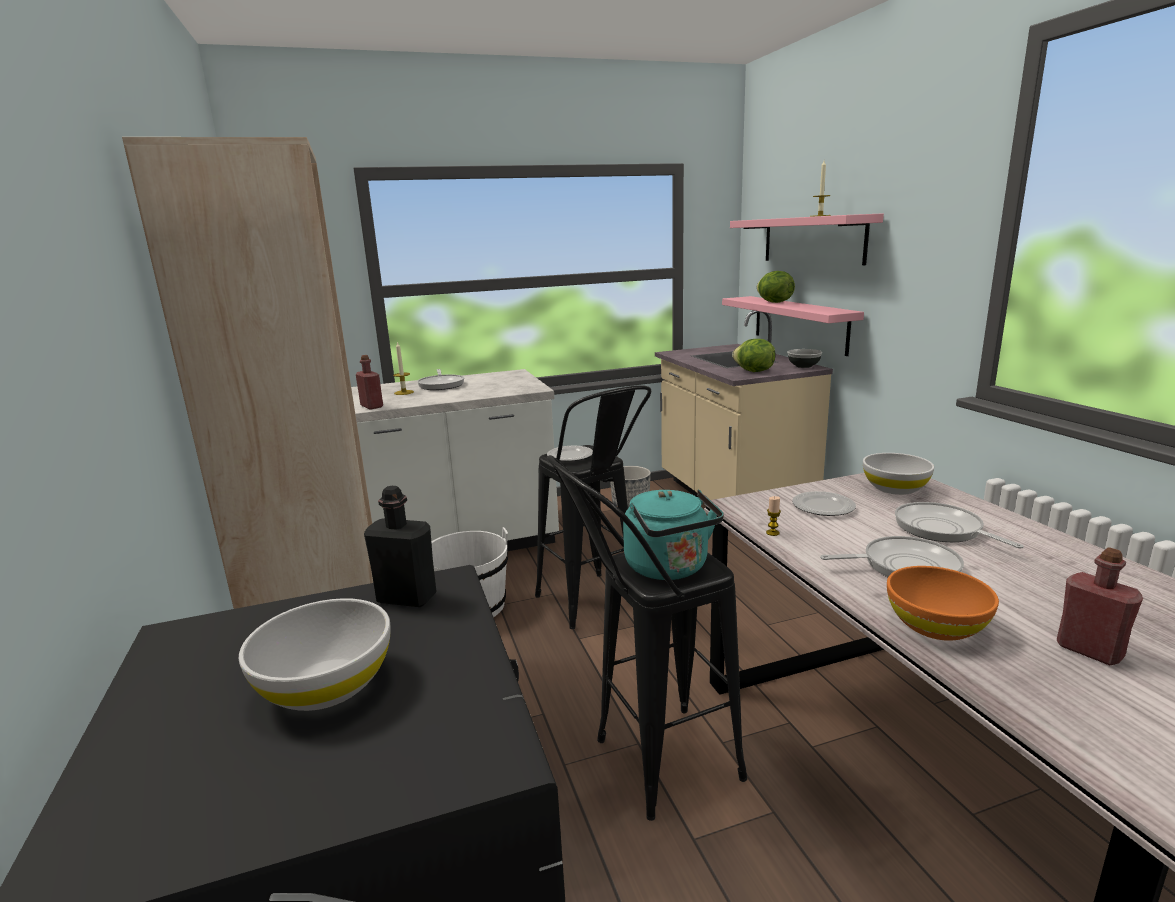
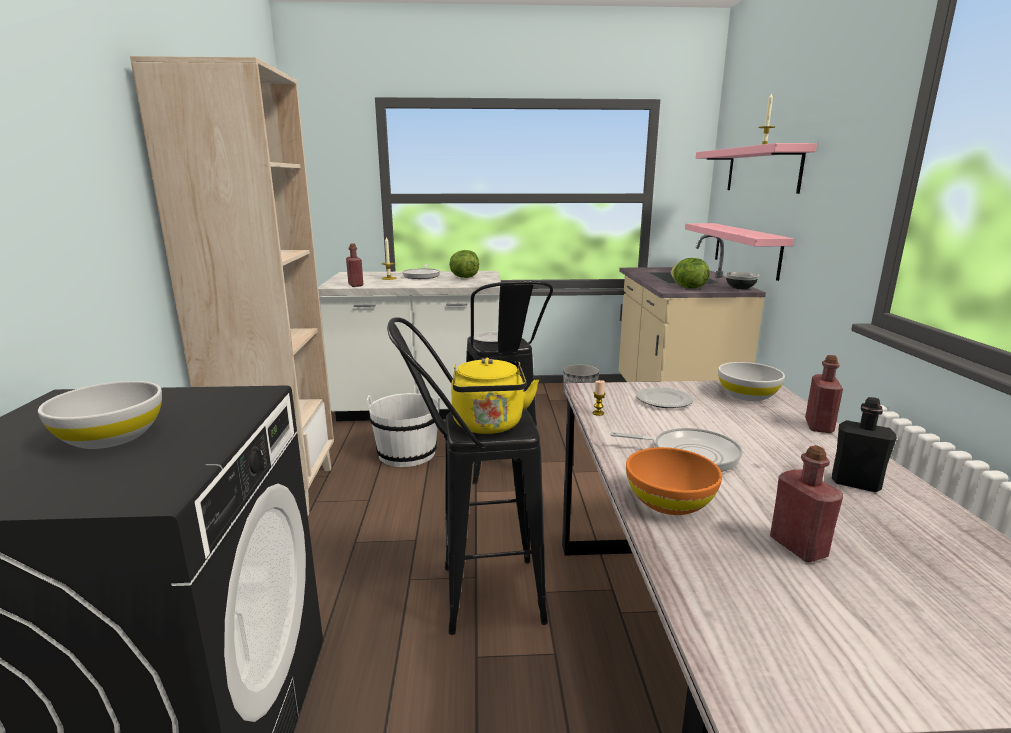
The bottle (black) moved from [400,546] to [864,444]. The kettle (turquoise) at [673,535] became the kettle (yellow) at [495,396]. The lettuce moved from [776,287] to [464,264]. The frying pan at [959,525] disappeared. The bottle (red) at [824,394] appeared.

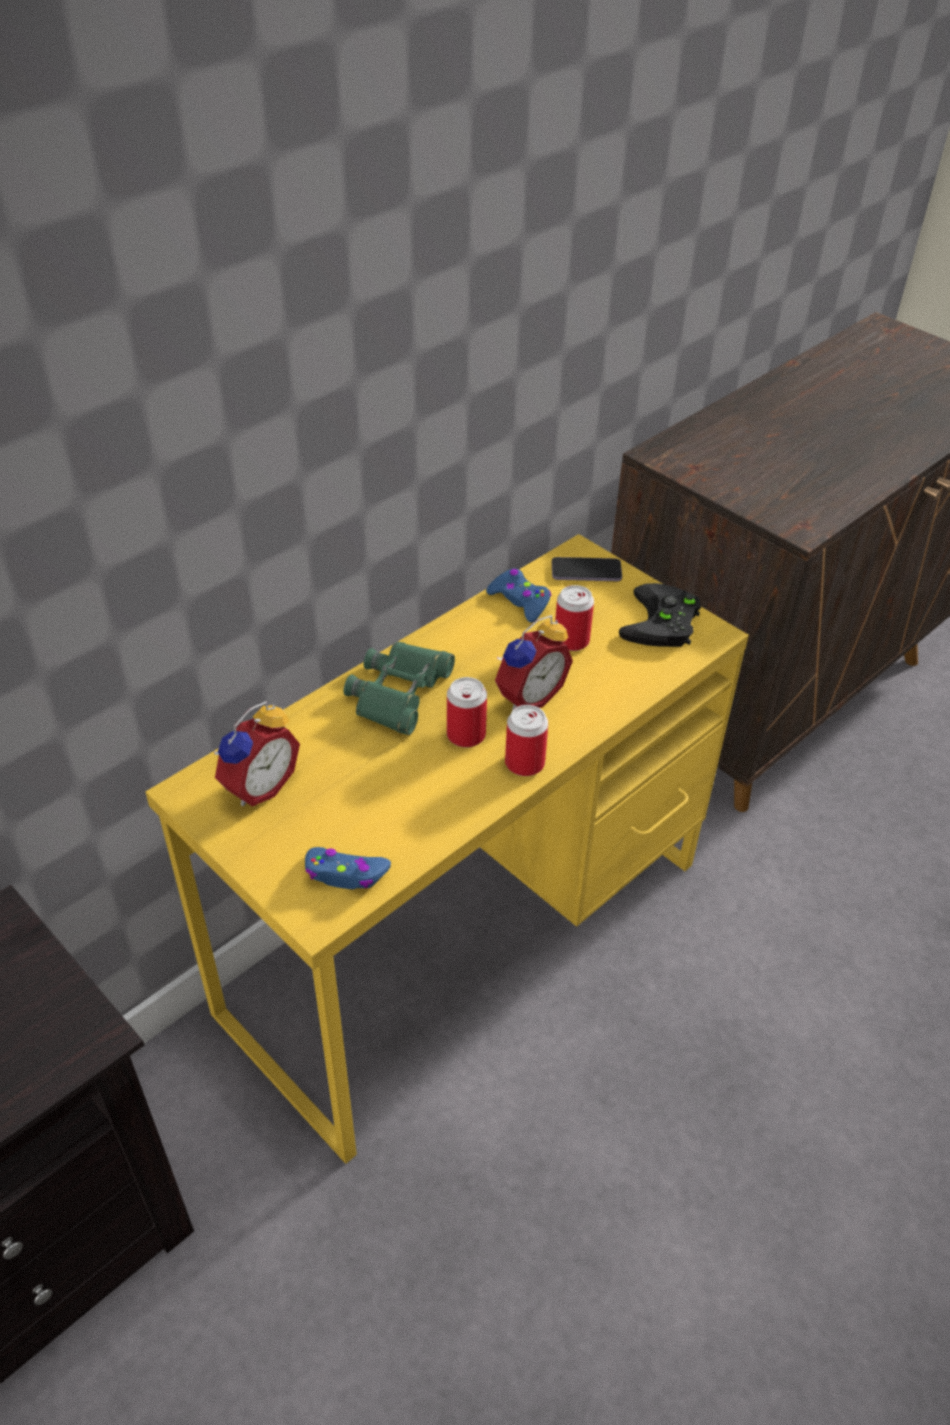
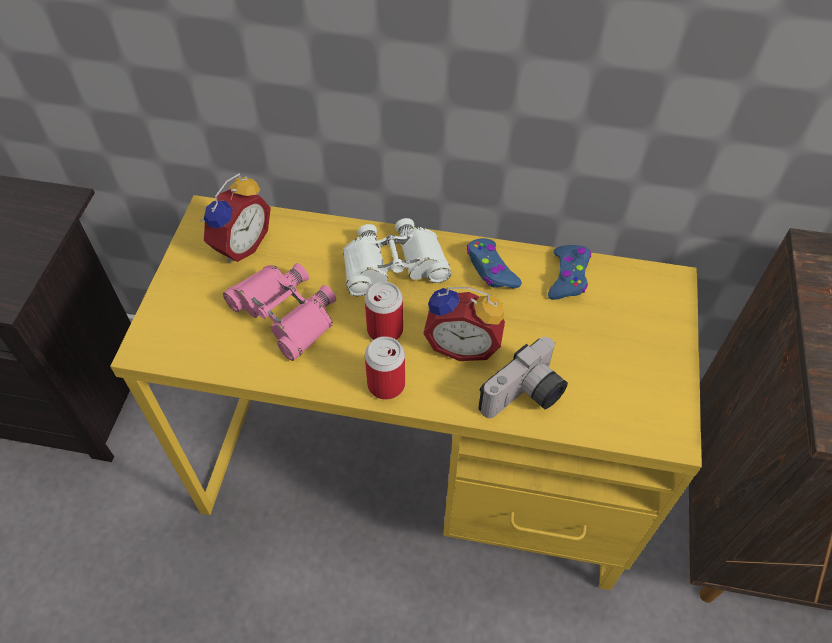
The alarm clock at [257,753] turned 60 degrees counterclockwise. The game controller (blue) moved from [348,868] to [494,263]. The binoculars (green) at [399,688] became the binoculars (white) at [397,257]. The phone at [587,569] disappeared. The can at [574,618] disappeared. The game controller (black) at [660,615] disappeared. The binoculars (pink) at [279,312] appeared. The photo camera at [523,377] appeared.

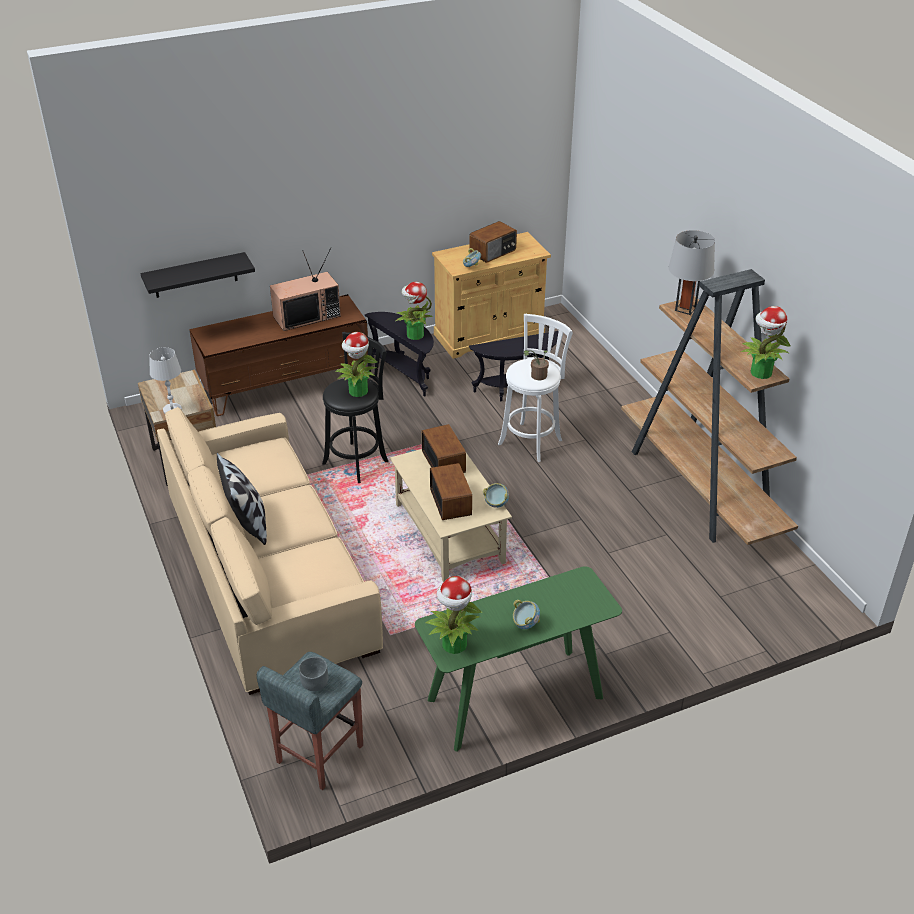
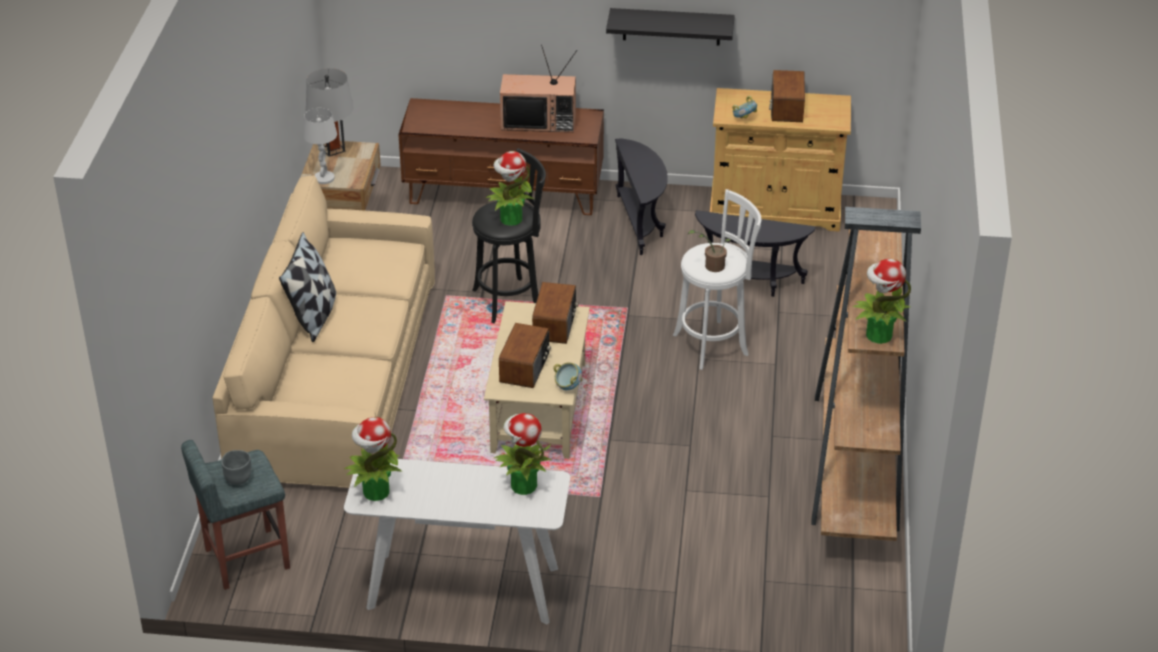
The shelf (black) moved from [197,275] to [670,27]. The potted plant moved from [414,311] to [523,454]. The console table (green) at [518,659] became the console table (white) at [457,541]. The radio at [493,242] turned 105 degrees clockwise. The bowl at [526,614] disappeared. The table lamp (grey) moved from [691,272] to [330,112].

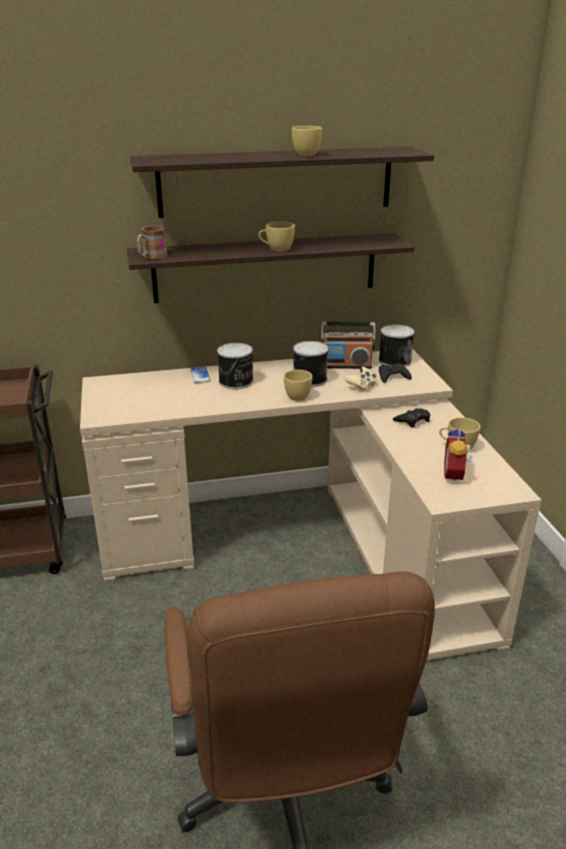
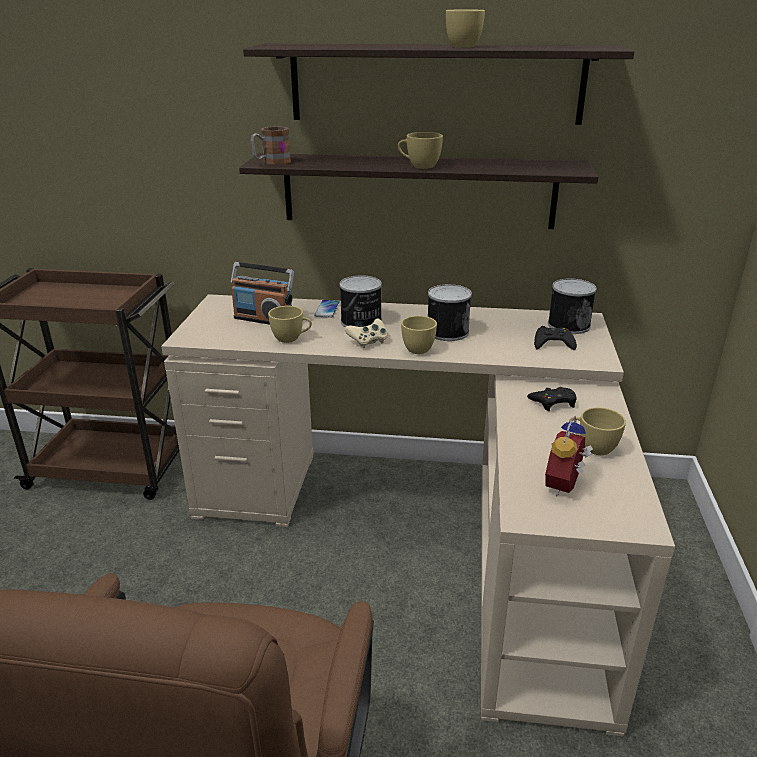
The radio moved from [348,345] to [262,293]. The game controller (beige) moved from [360,379] to [366,333]. The cup (yellow) at [290,324] appeared.

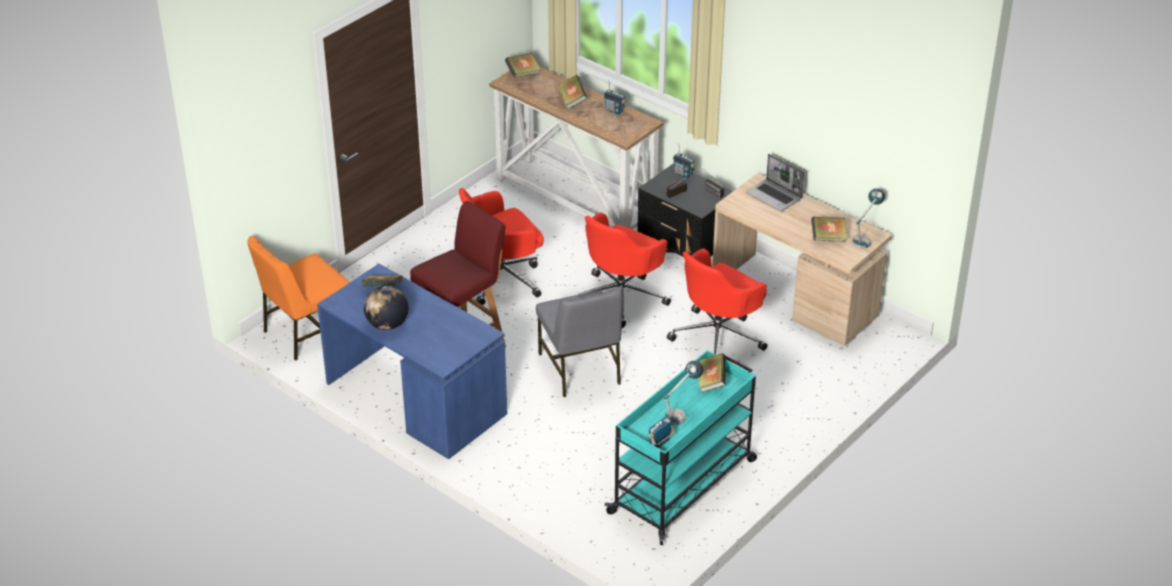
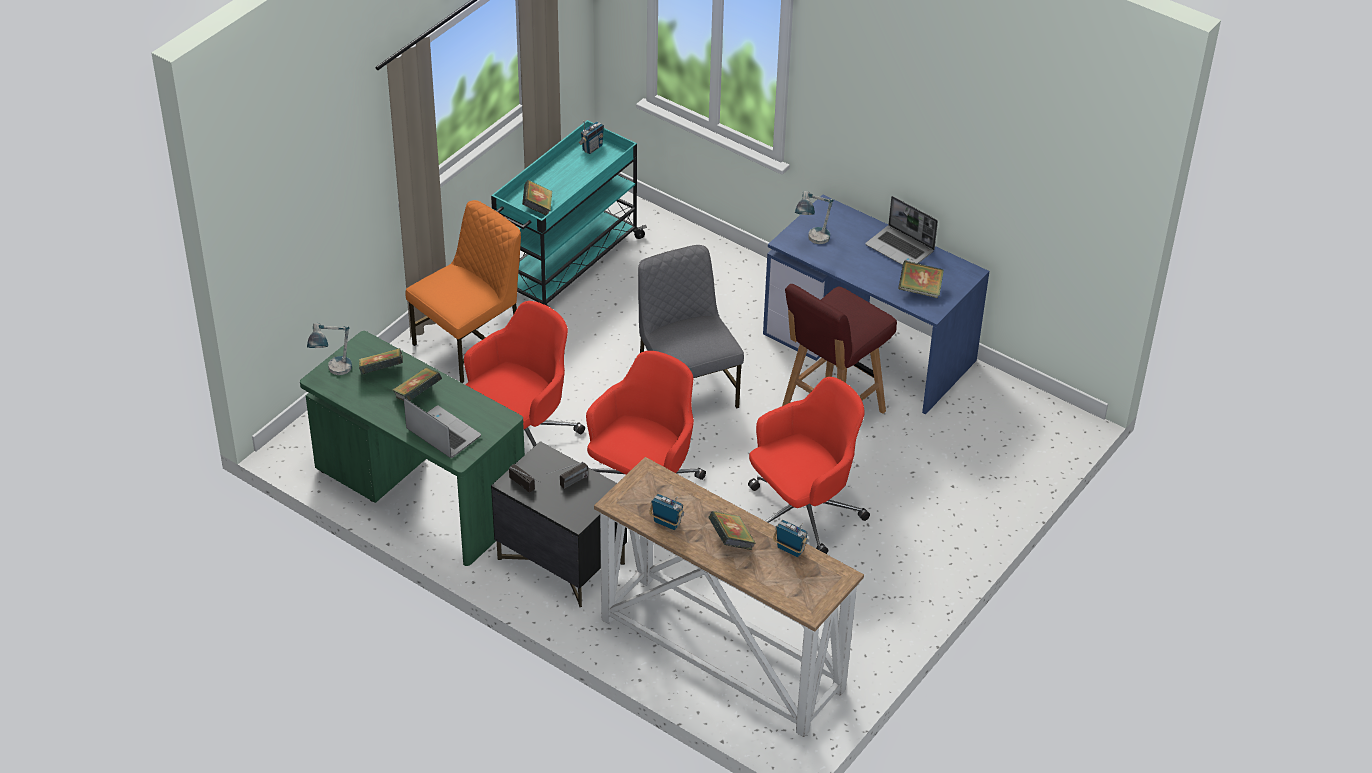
The chair (orange) moved from [298,298] to [463,291]. The globe at [386,308] was replaced by the laptop at [901,230]. The book moved from [523,65] to [417,384]. The table lamp moved from [684,393] to [814,217]. The radio moved from [684,161] to [791,538]. The desk (beige) at [801,260] became the desk (green) at [412,448].

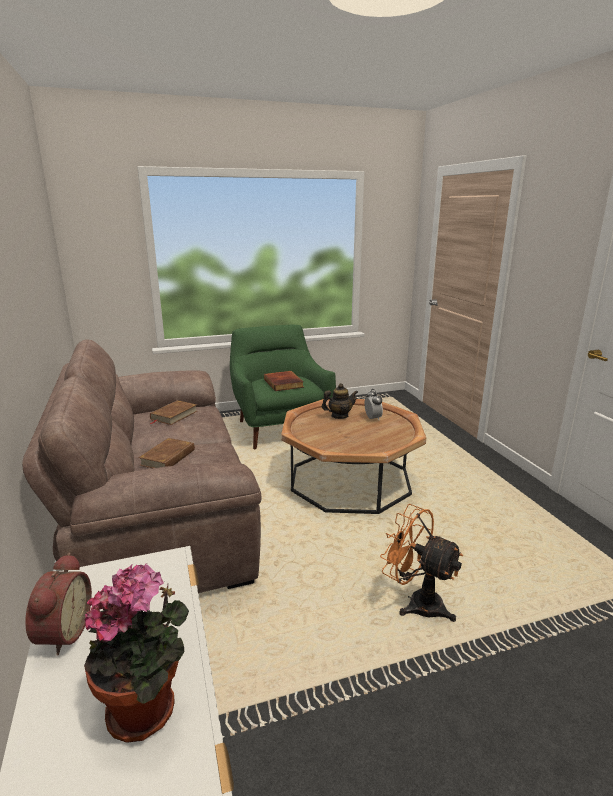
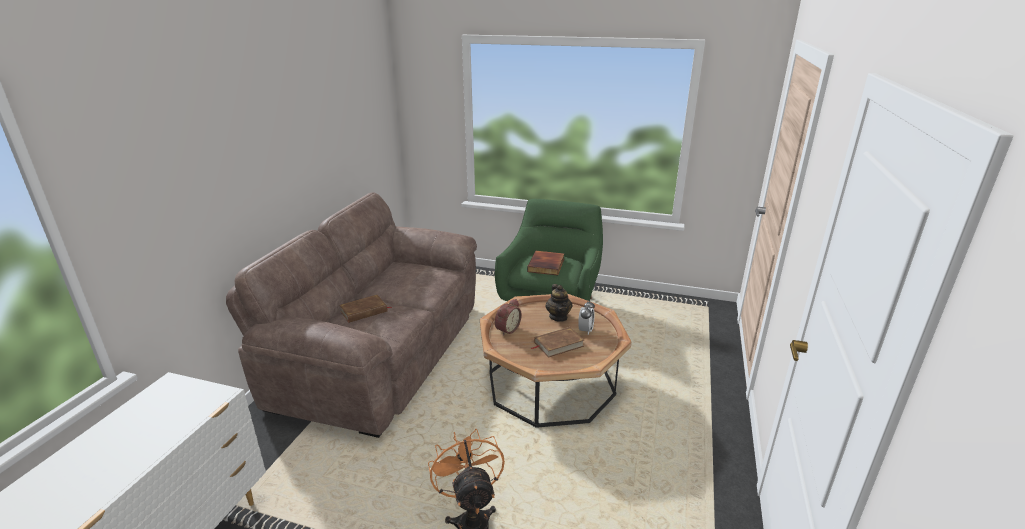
The alarm clock moved from [58,604] to [508,317]. The potted plant at [136,653] disappeared. The book (brown) moved from [173,412] to [558,342]. The teapot at [340,401] turned 60 degrees clockwise.

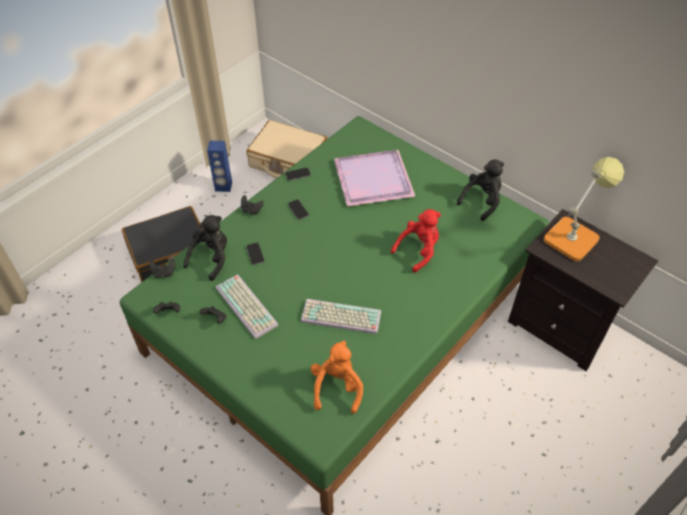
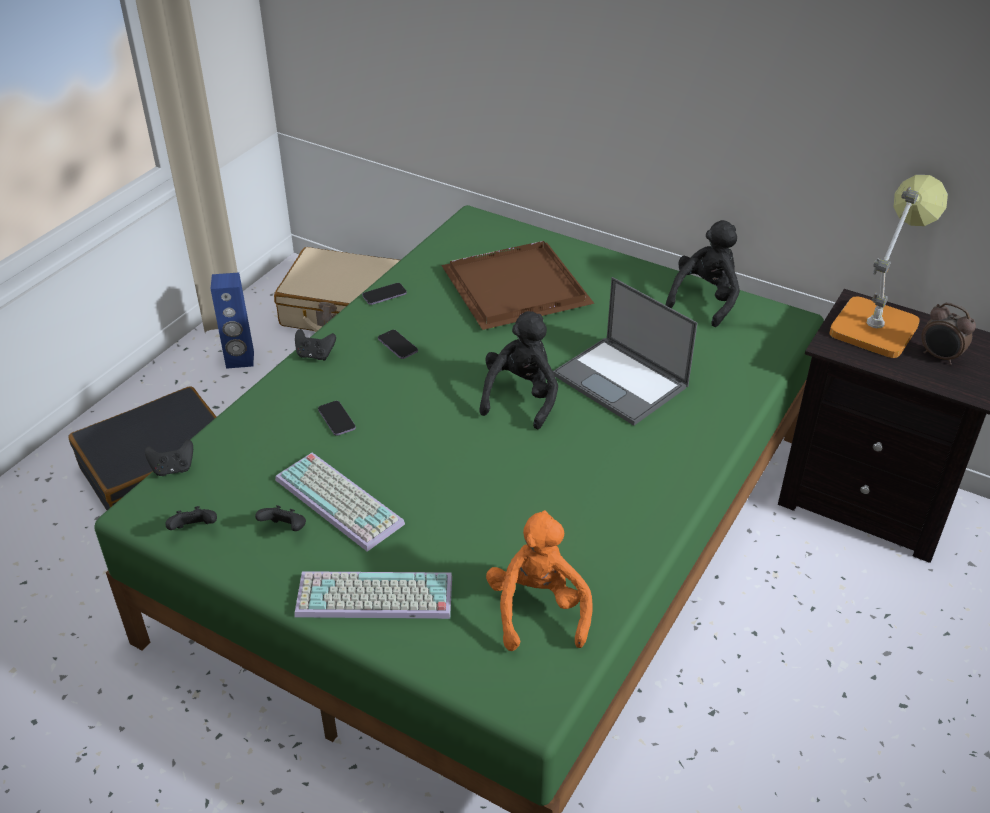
The plush toy (black) moved from [205,248] to [518,370]. The keyboard moved from [341,316] to [373,595]. The tray (purple) at [374,178] became the tray (brown) at [518,285]. The plush toy (red) at [416,241] was replaced by the laptop at [625,351]. The alarm clock at [948,333] appeared.

